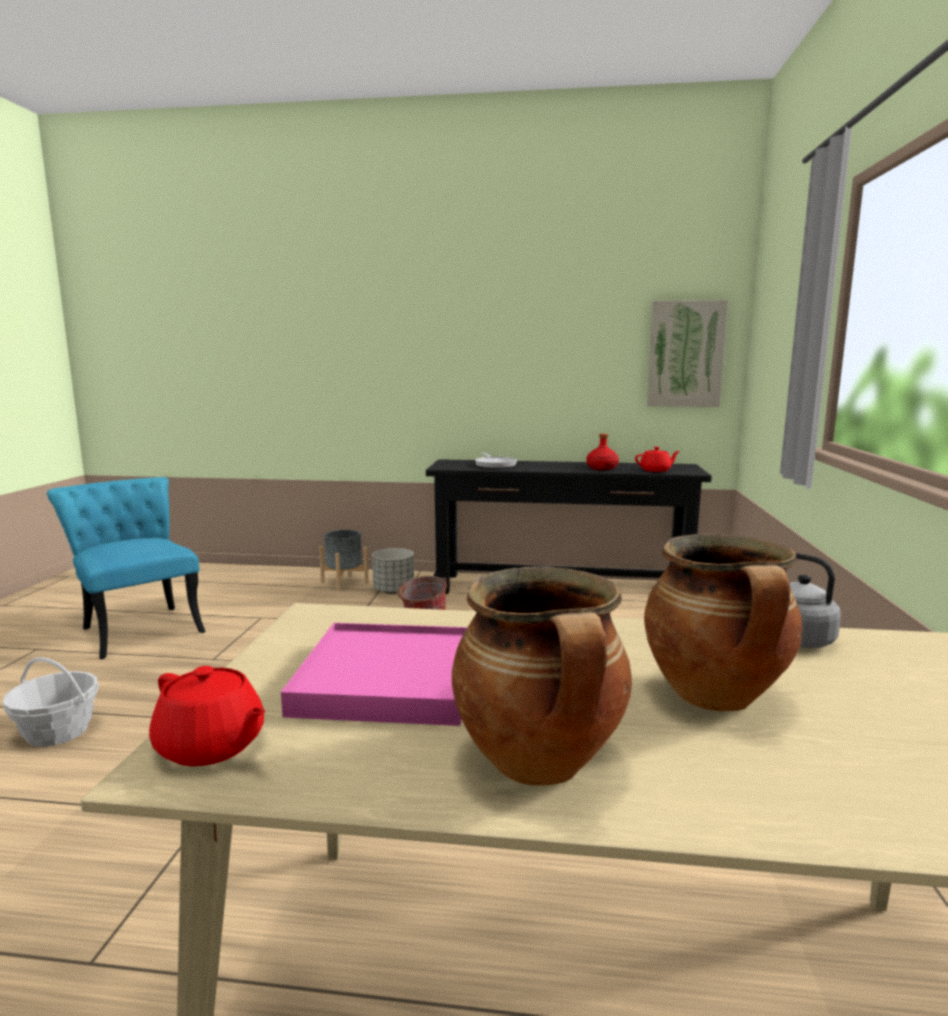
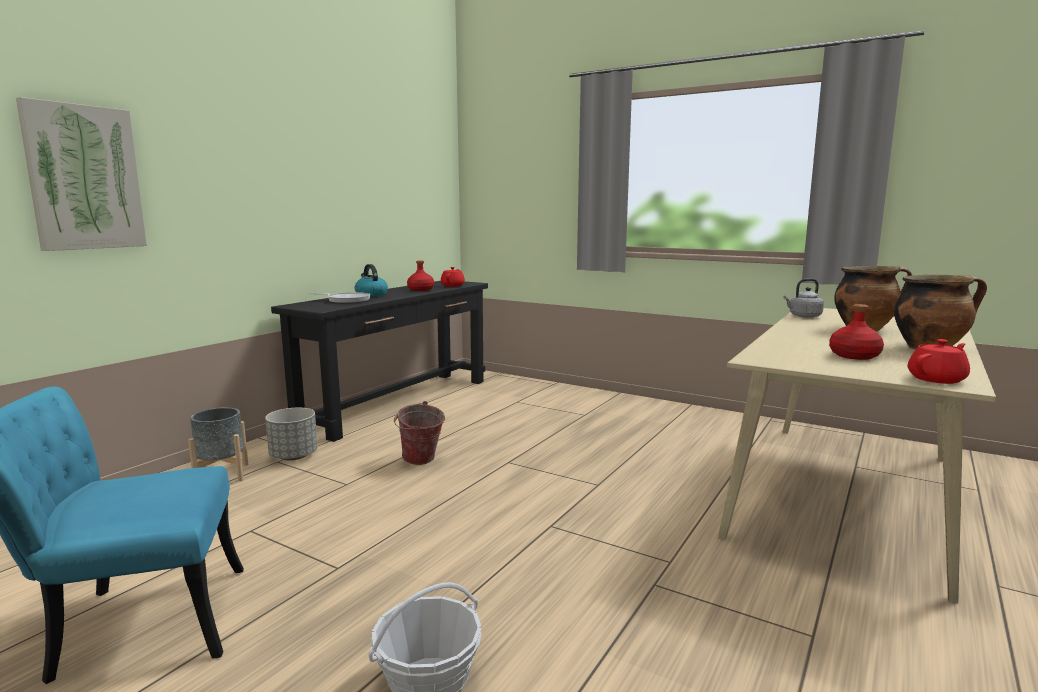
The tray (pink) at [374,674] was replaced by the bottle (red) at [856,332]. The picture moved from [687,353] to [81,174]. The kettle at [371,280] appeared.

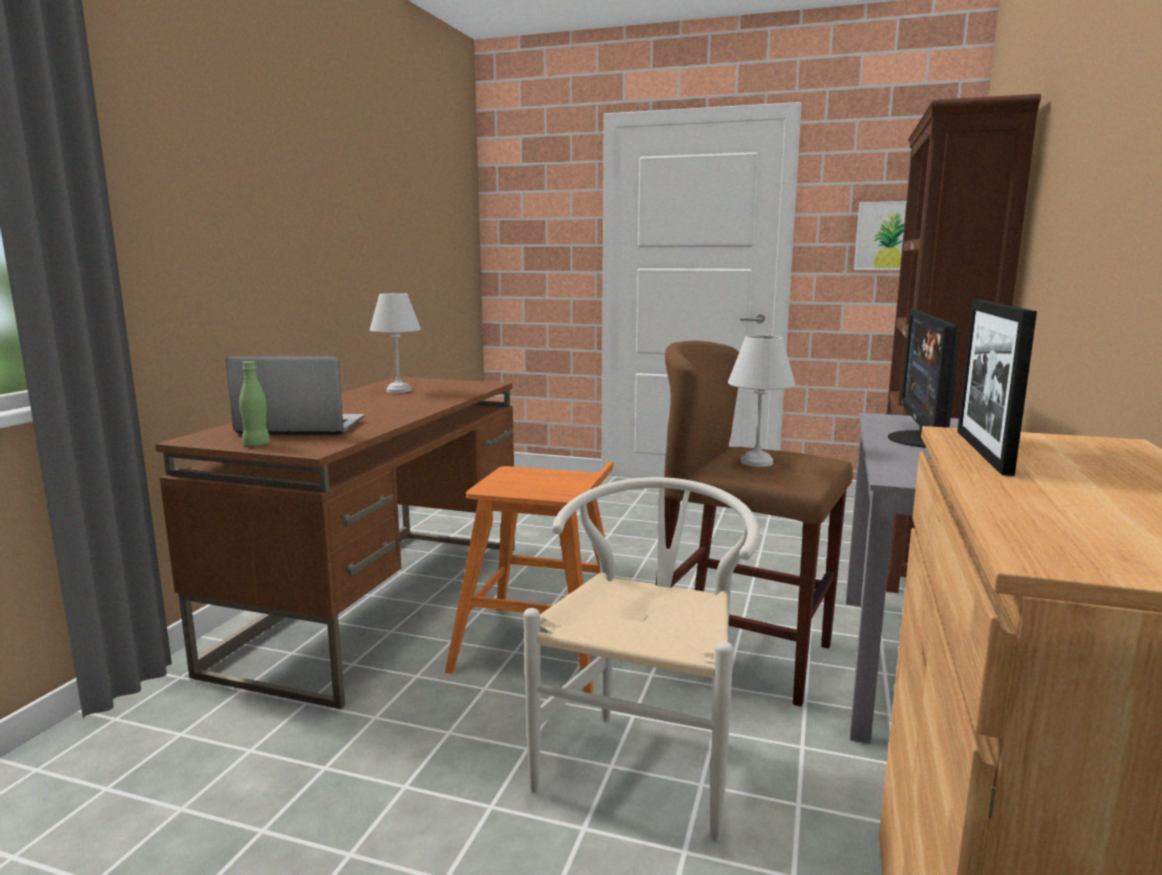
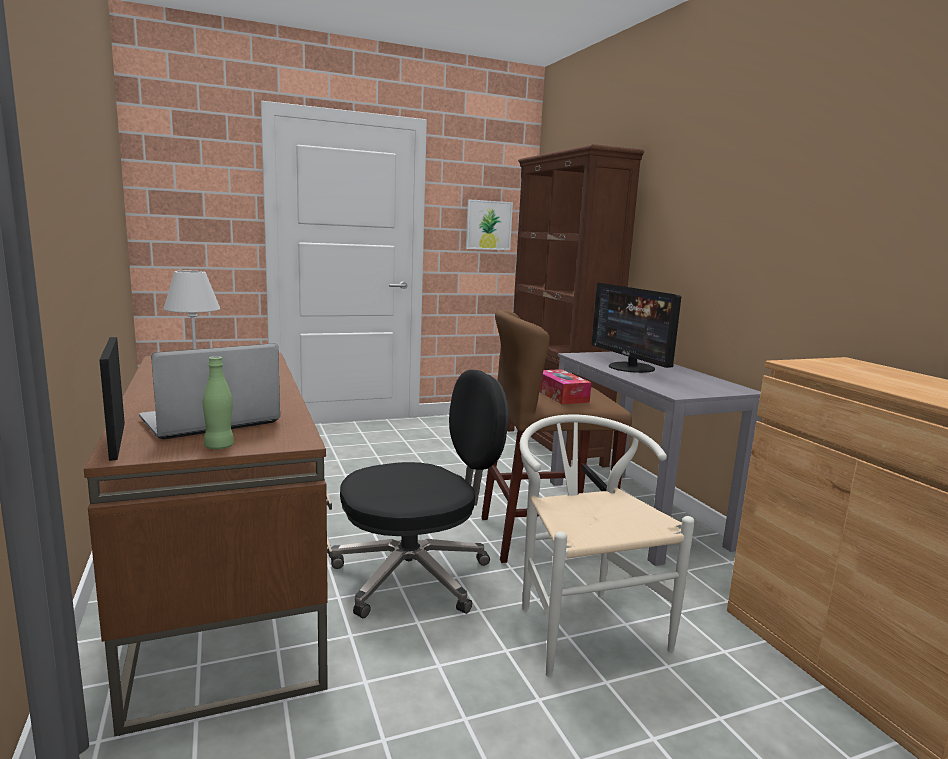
The stool (orange) at [529,577] was replaced by the office chair (black) at [419,494]. The table lamp (white) at [761,401] was replaced by the tissue box at [565,386]. The picture frame moved from [997,388] to [112,399].

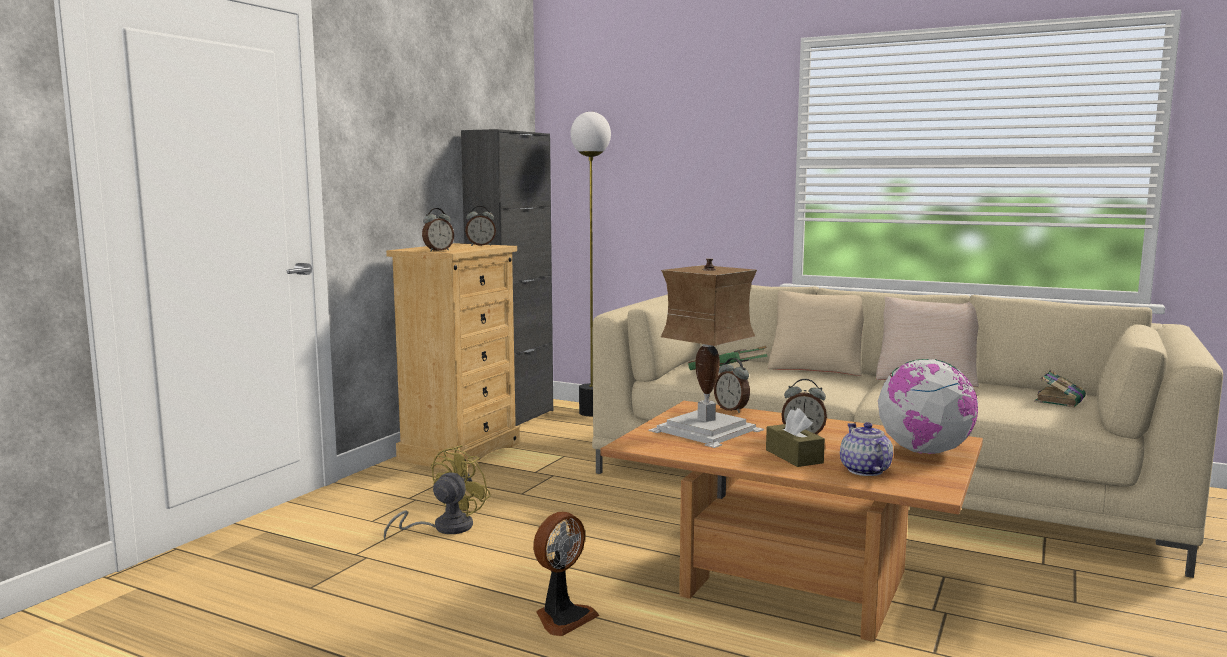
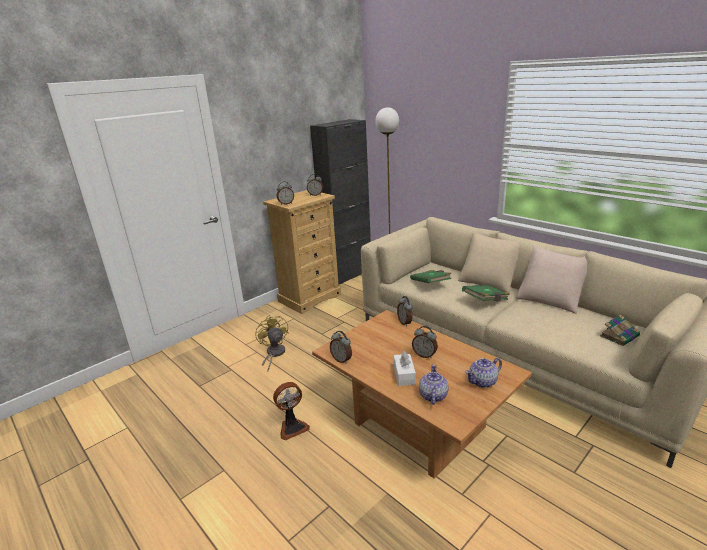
The fan (yellow) at [437,492] turned 75 degrees counterclockwise. The table lamp at [706,353] disappeared. The tissue box (brown) at [795,437] became the tissue box (white) at [405,368]. The globe at [928,406] was replaced by the teapot at [483,373]. The alarm clock at [341,347] appeared. The book (green) at [486,293] appeared.

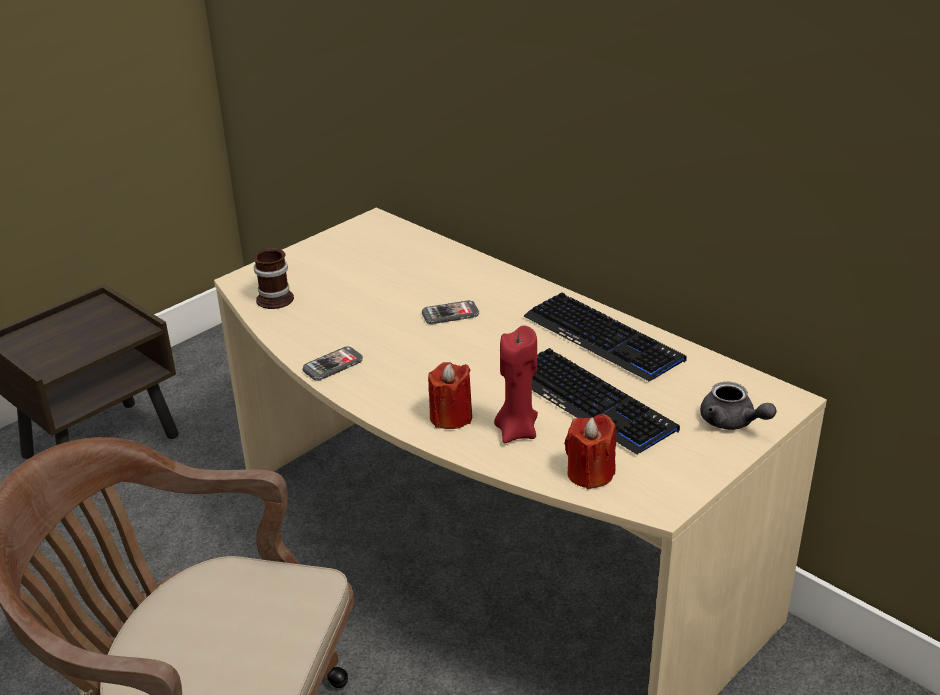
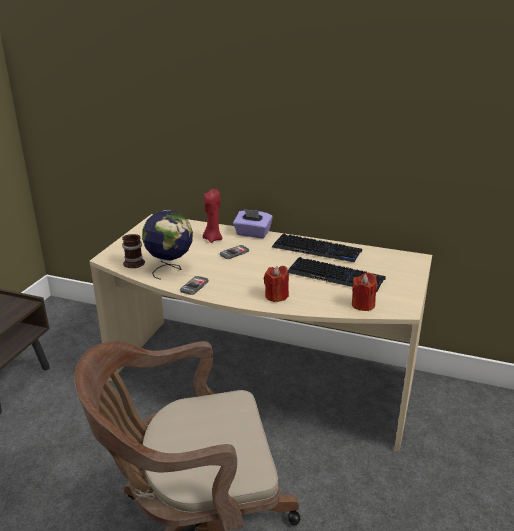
The candle (red) moved from [516,384] to [212,216]. The teapot (grey) at [738,406] disappeared. The globe at [167,245] appeared. The tissue box (purple) at [253,223] appeared.

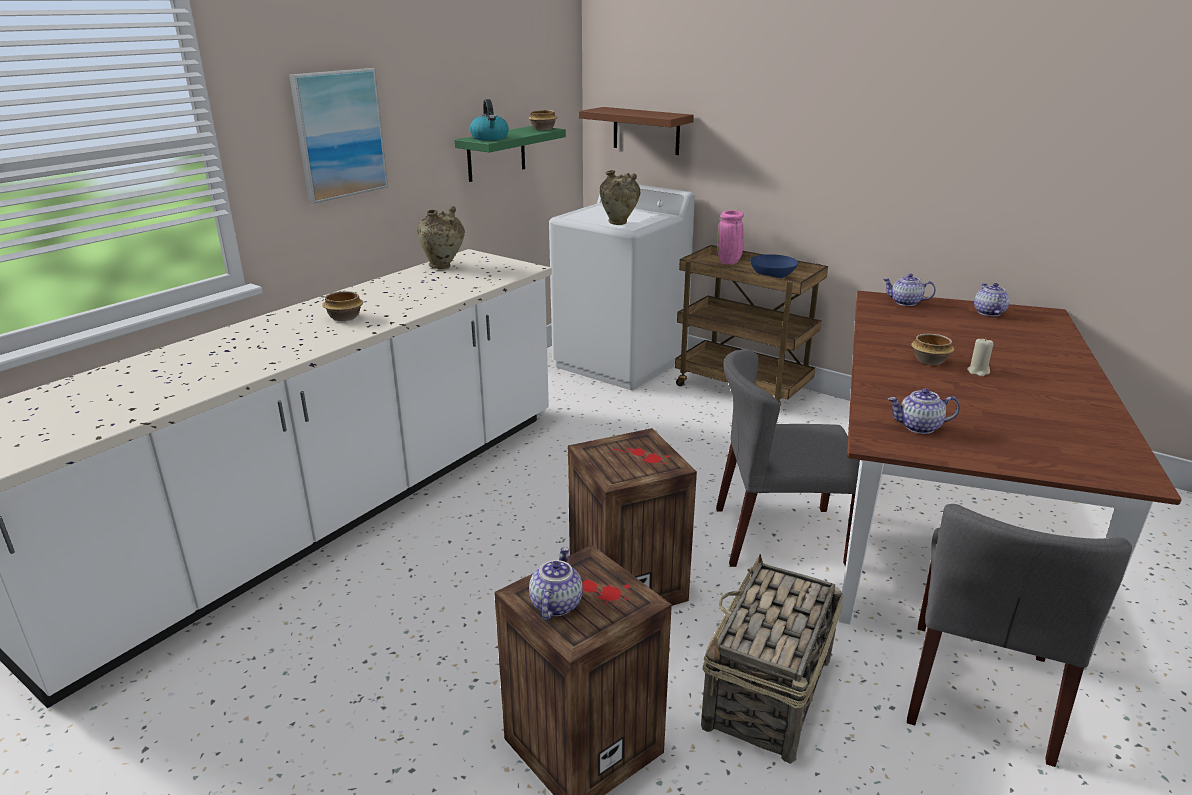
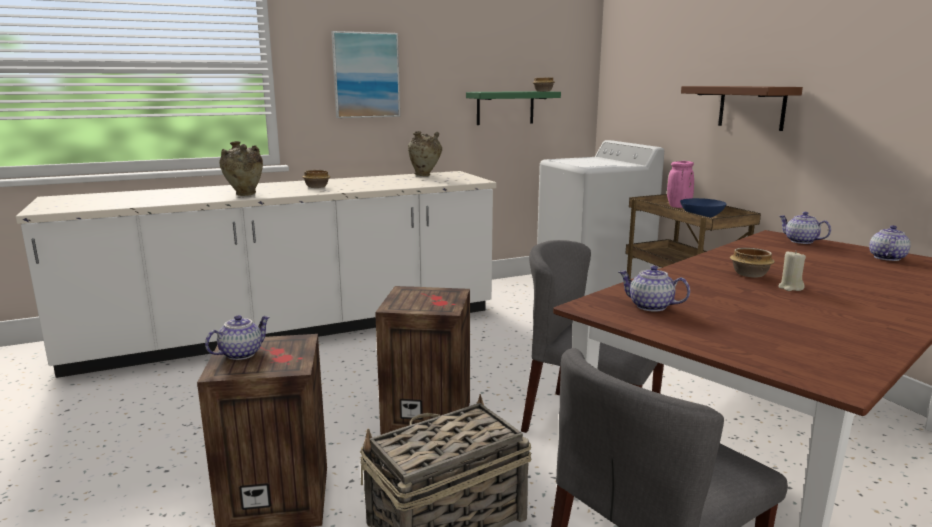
The kettle at [489,119] disappeared. The shelf (brown) moved from [636,131] to [742,108]. The vase (beige) moved from [620,197] to [241,168].

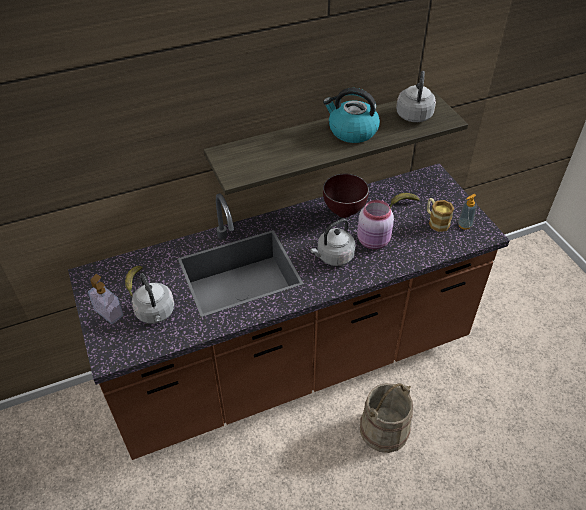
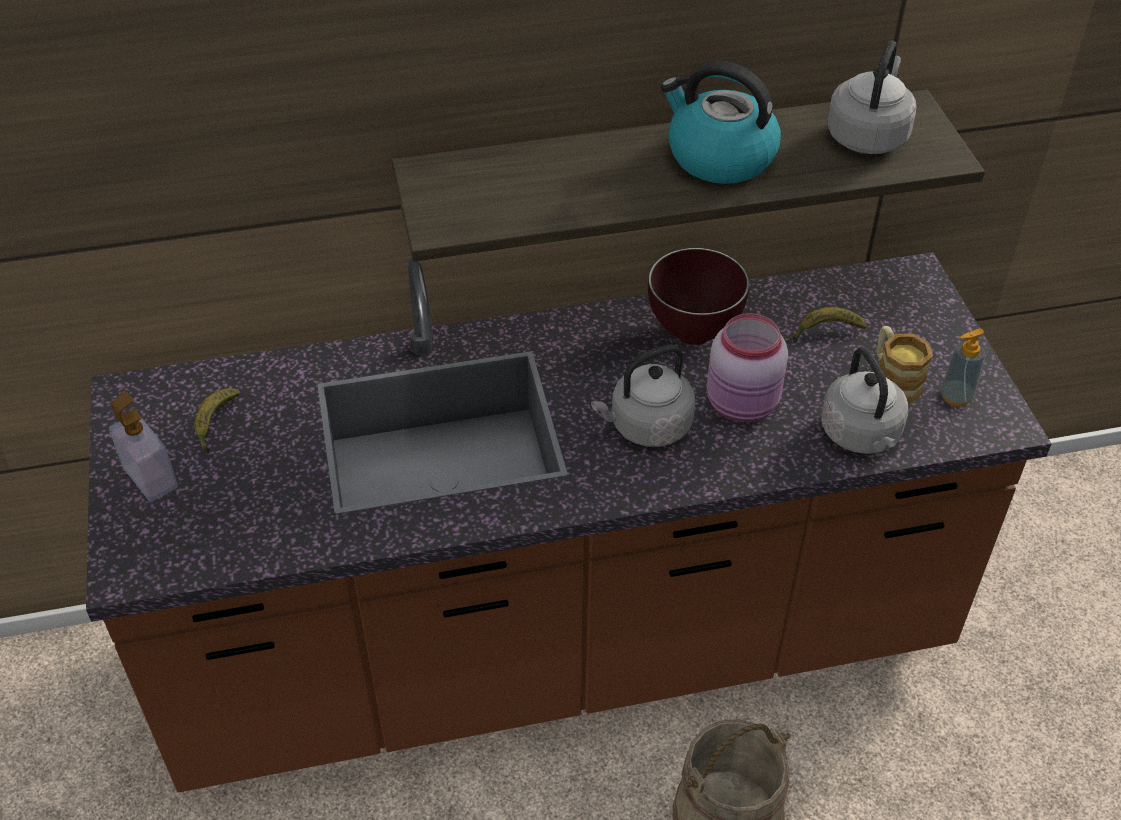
The kettle (grey) moved from [153,298] to [864,400].

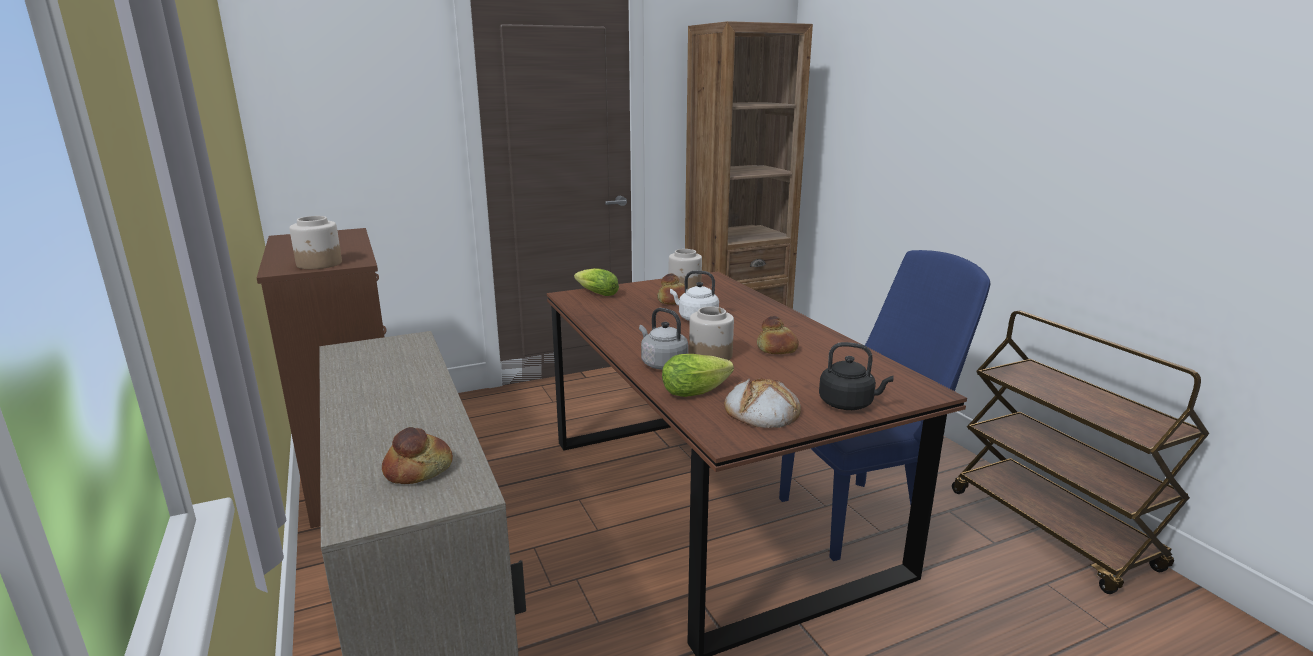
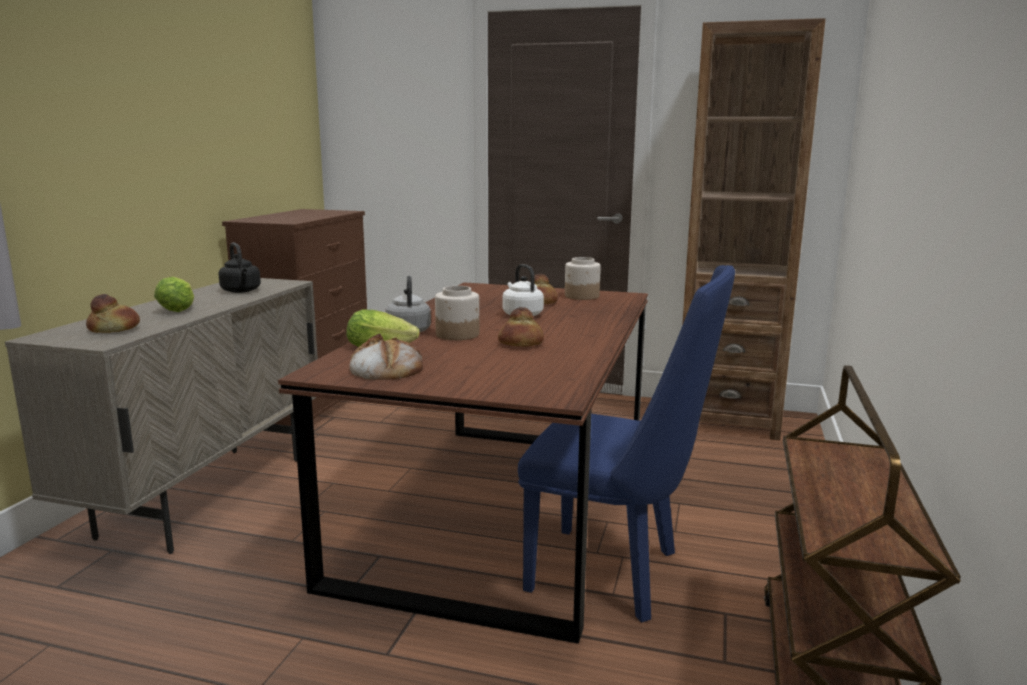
The jar at [315,242] disappeared. The lettuce moved from [596,282] to [174,294]. The kettle (black) moved from [856,376] to [240,267].

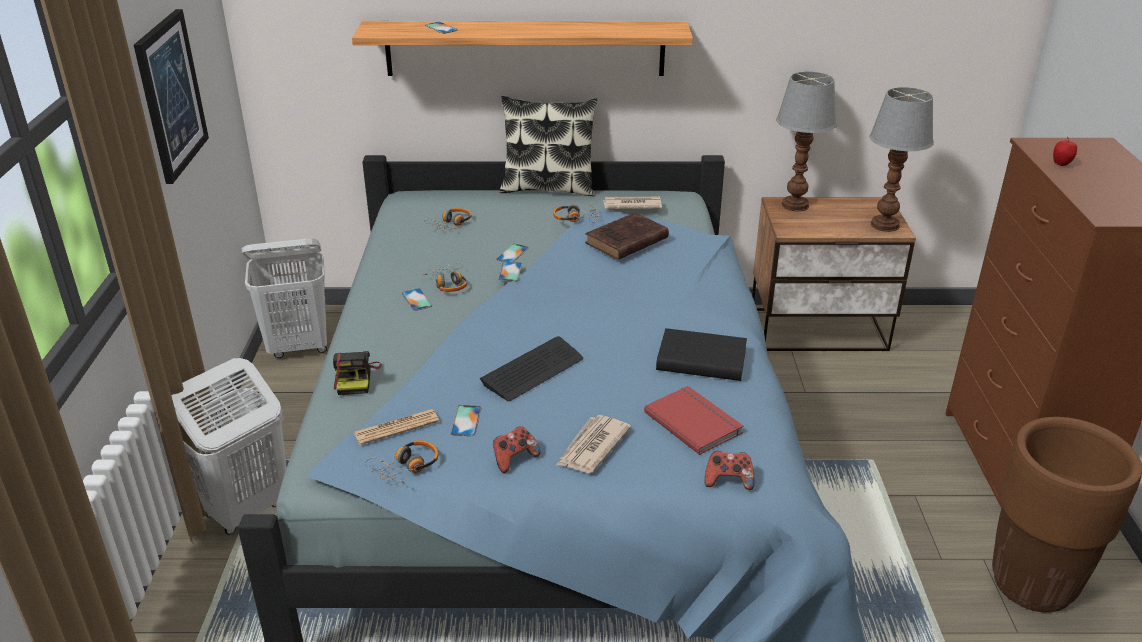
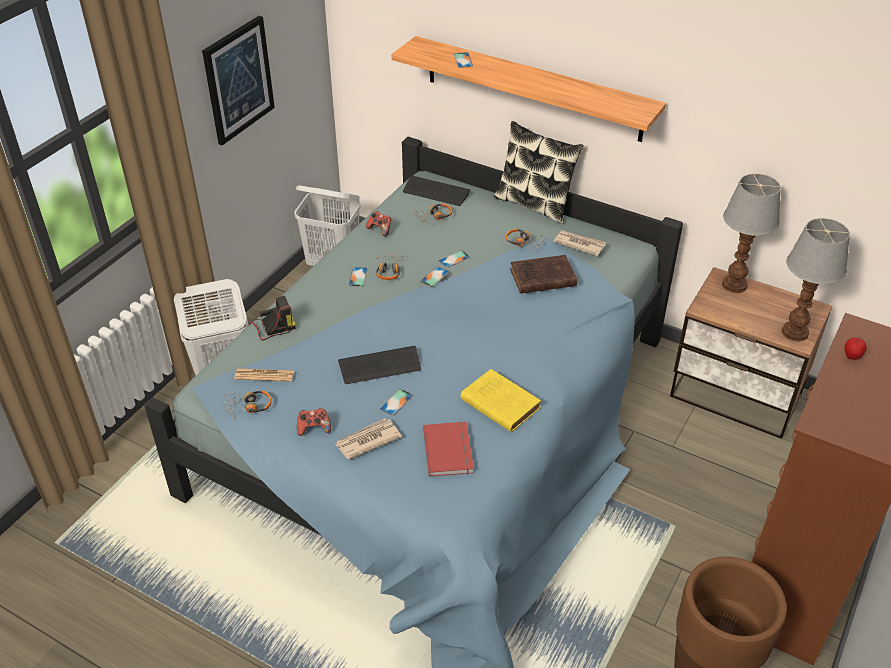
The photo camera at [357,373] turned 135 degrees counterclockwise. The phone moved from [466,420] to [396,402]. The book (black) at [701,354] became the book (yellow) at [501,400]. The game controller moved from [729,470] to [378,224]. The keyboard at [436,191] appeared.

